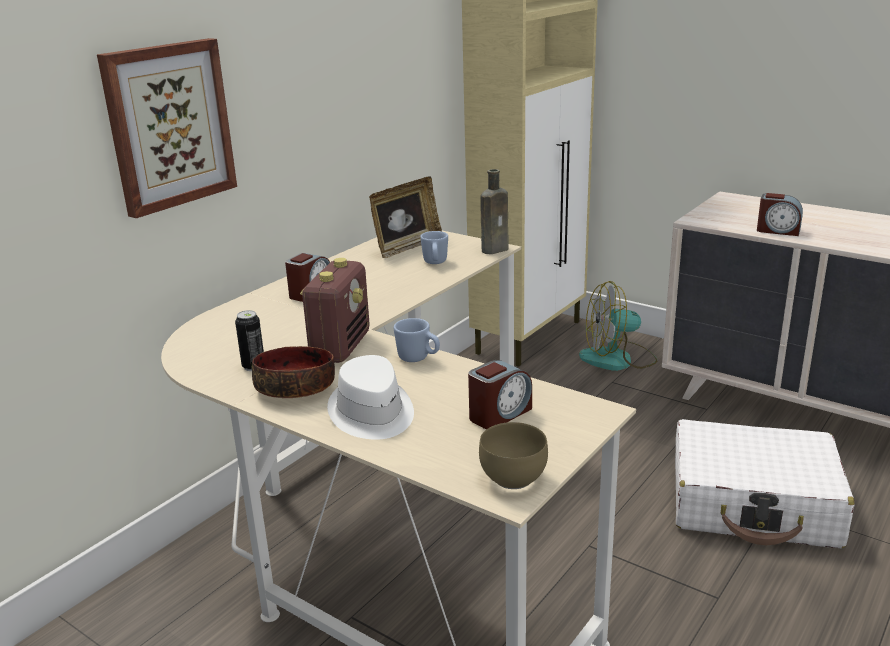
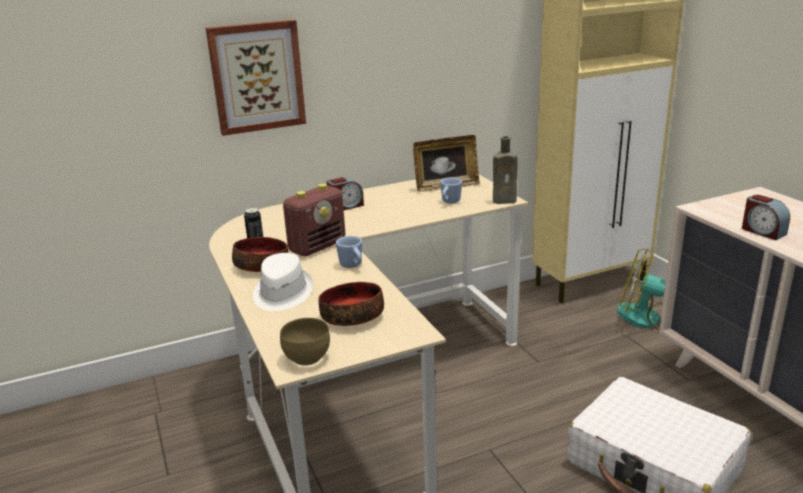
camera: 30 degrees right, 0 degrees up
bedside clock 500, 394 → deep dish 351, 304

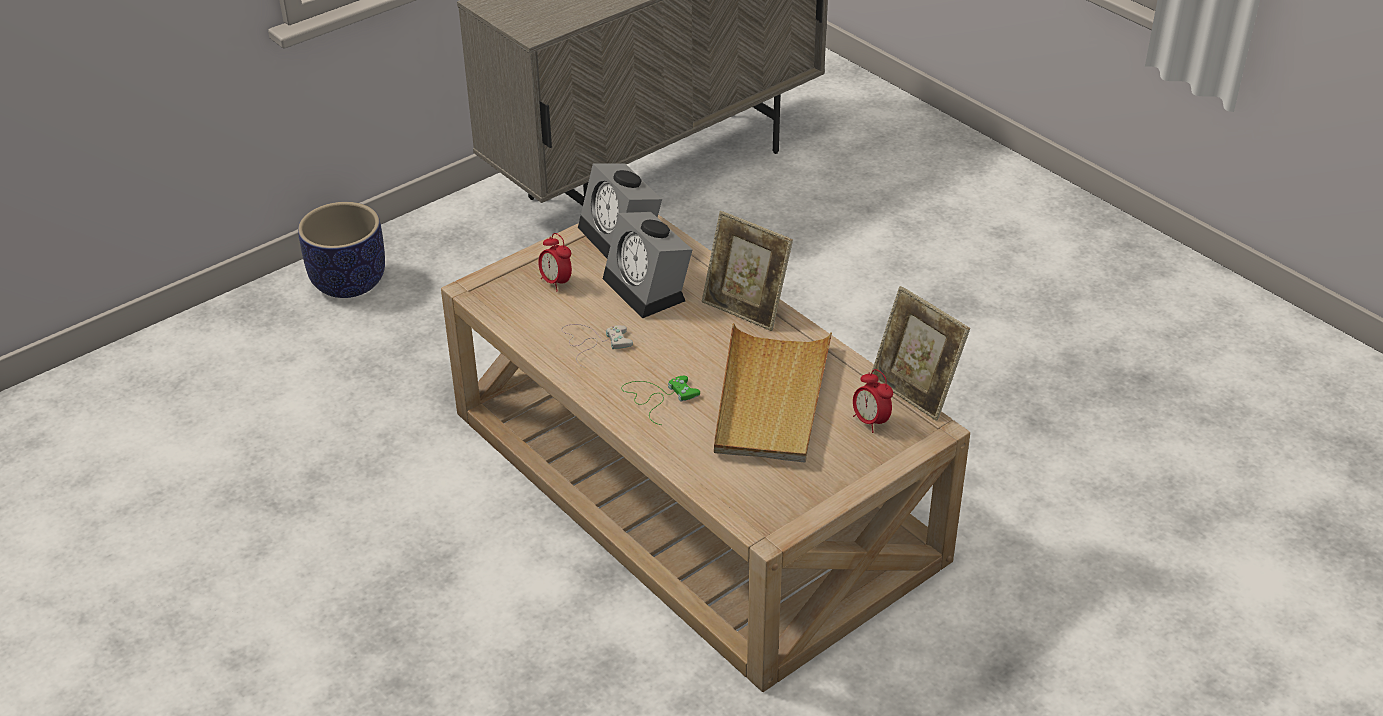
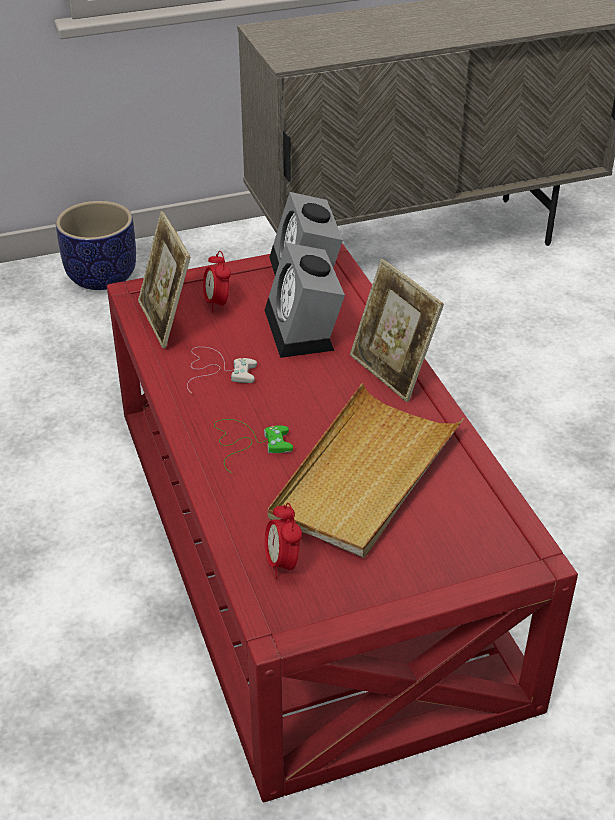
camera: 20 degrees right, 0 degrees up
beige lounge table 705, 453 → red-coloured lounge table 342, 522
picture frame 920, 353 → picture frame 164, 279, shifted
bedside clock 873, 401 → bedside clock 283, 541, shifted

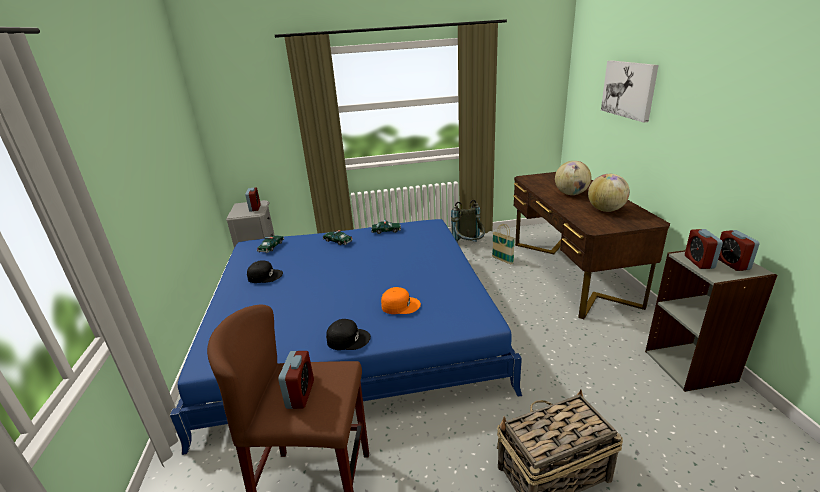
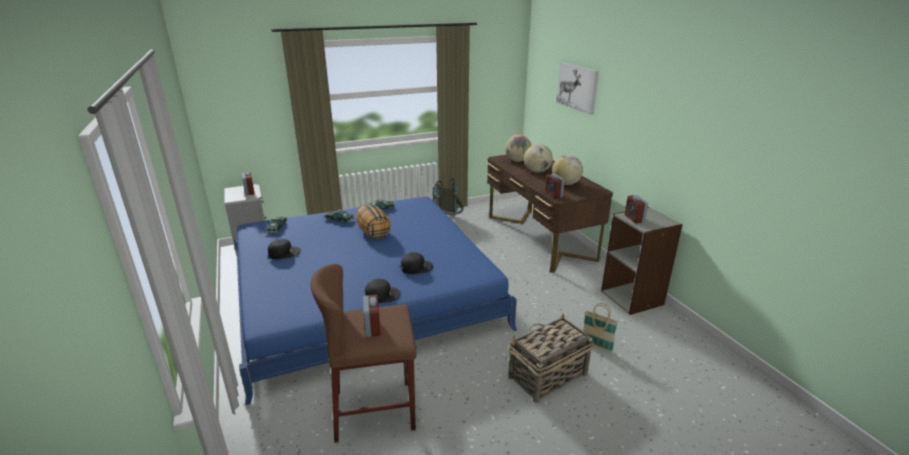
camera: 15 degrees left, 0 degrees up
storage basket 503, 244 → storage basket 600, 328, shifted
bedside clock 739, 250 → bedside clock 555, 186, shifted
orangey peaked cap 401, 300 → black-coloured peaked cap 417, 263
- → desk globe 518, 148
- → throw pillow 373, 221

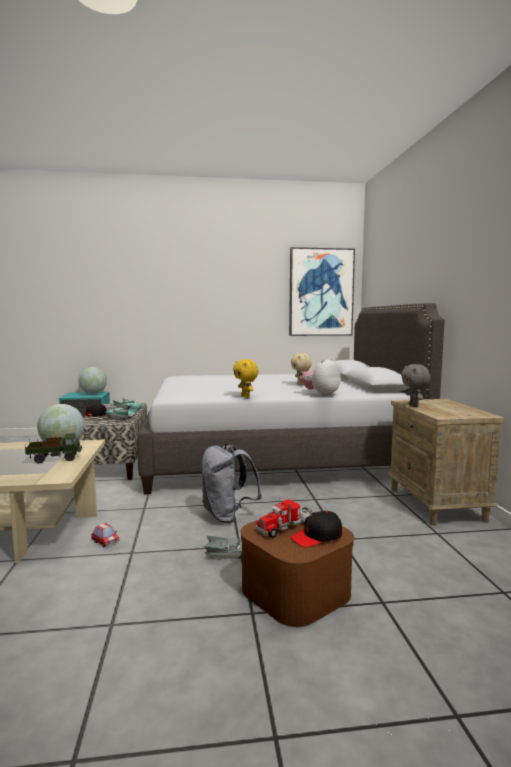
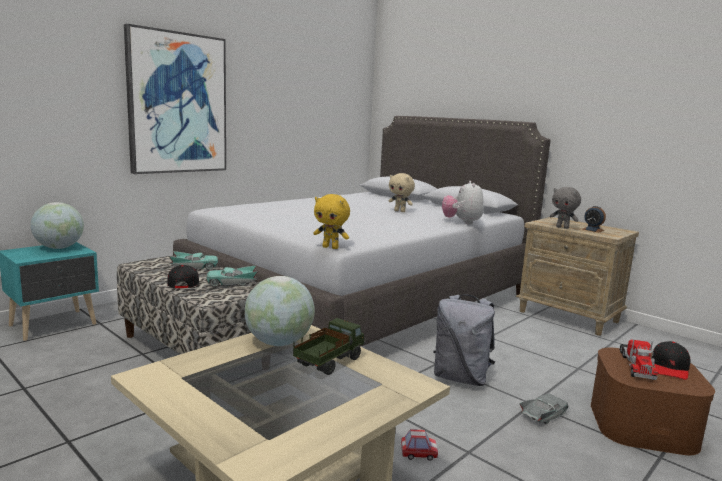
camera: 40 degrees left, 5 degrees up
wall art 322, 291 → wall art 175, 99, shifted
yellow-coloured plush toy 246, 378 → yellow-coloured plush toy 331, 221, shifted
- → bedside clock 594, 219

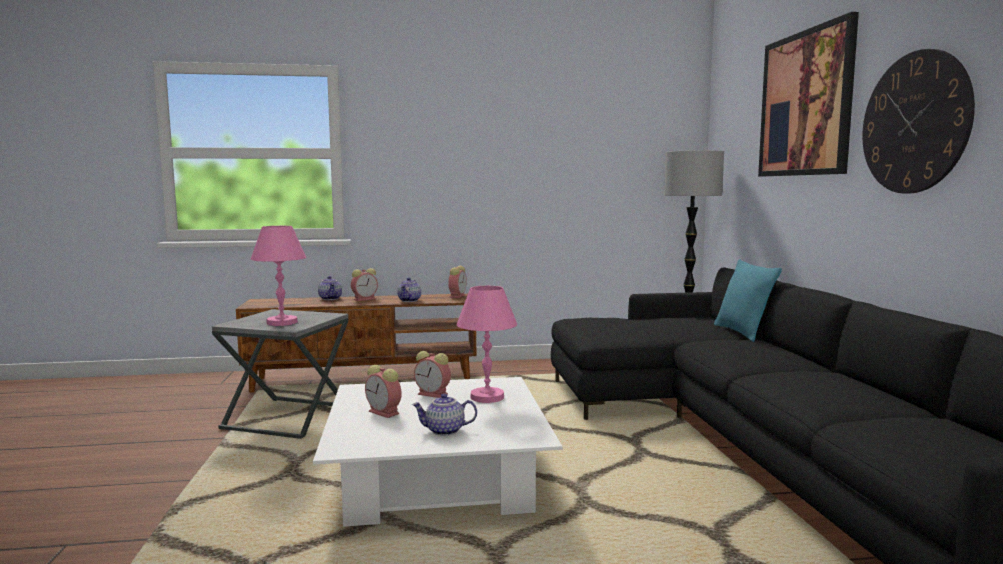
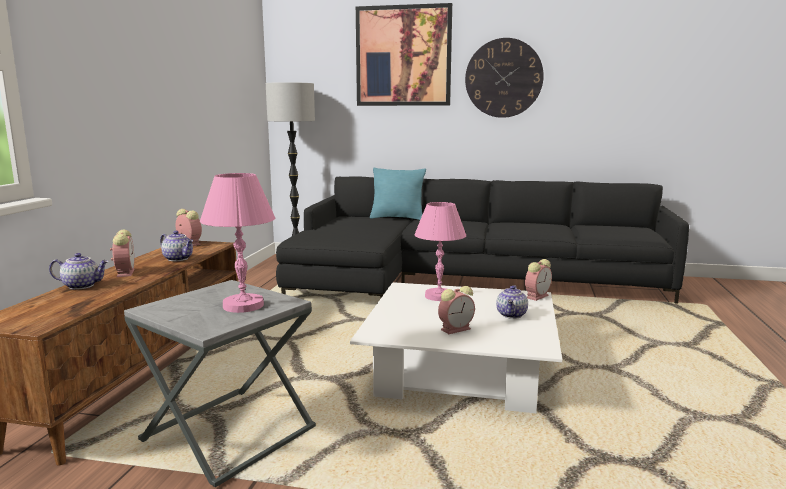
camera: 70 degrees left, 5 degrees up
bedside clock 432, 374 → bedside clock 538, 280, shifted

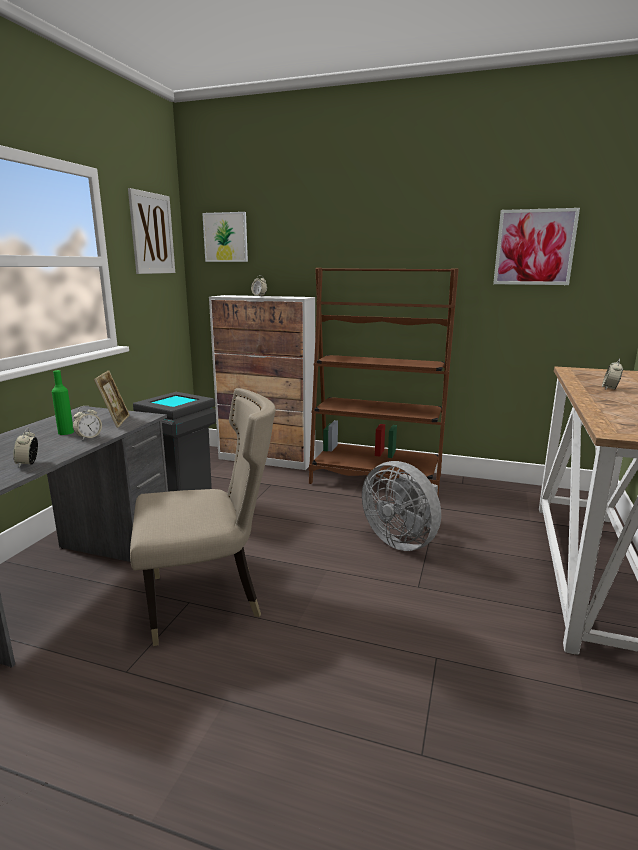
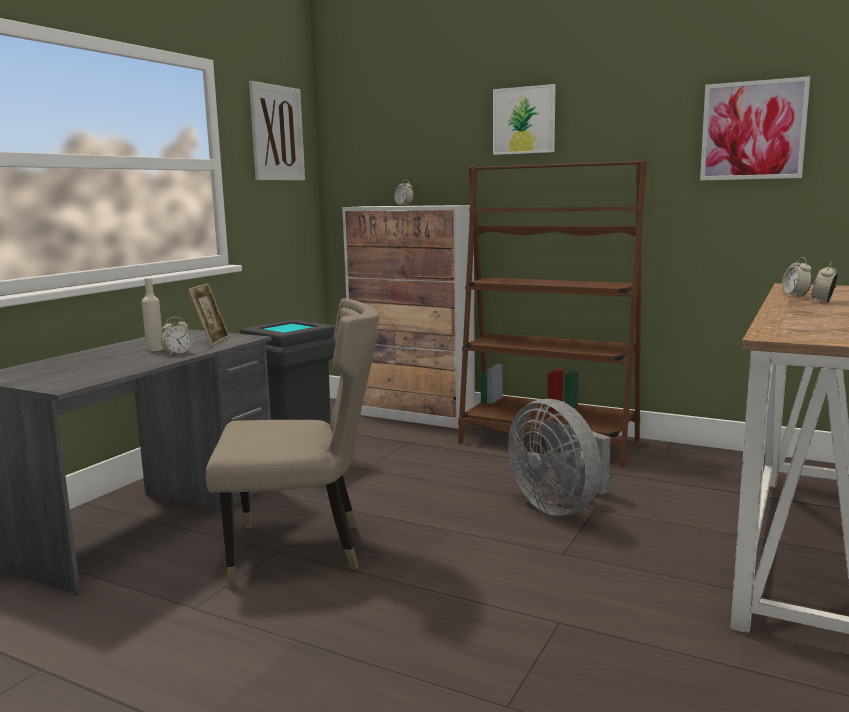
camera: 10 degrees right, 5 degrees down
wall art 225, 237 → wall art 524, 119, shifted
green drink bottle 63, 402 → beige drink bottle 153, 314
bedside clock 25, 447 → bedside clock 797, 277, shifted

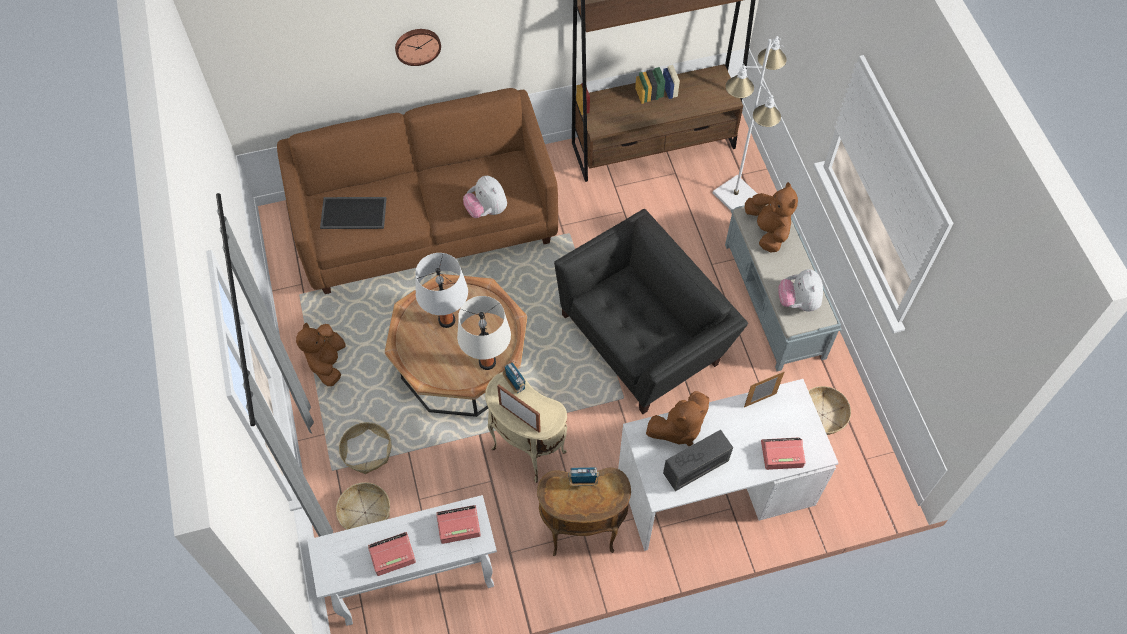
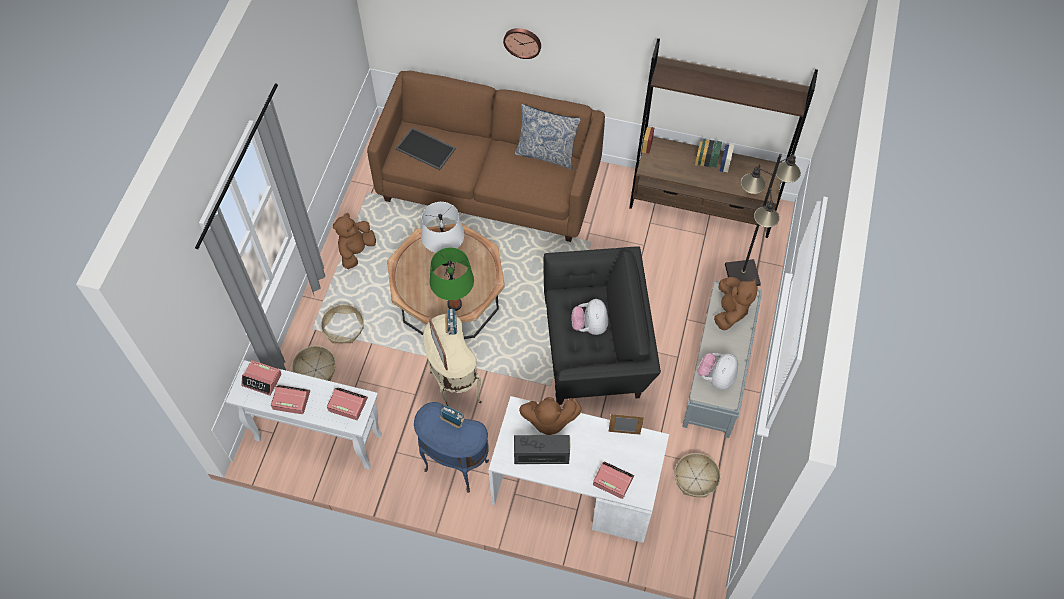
camera: 30 degrees right, 0 degrees up
whitish floor lamp 750, 123 → black-coloured floor lamp 763, 219
plush toy 485, 197 → plush toy 589, 317, shifted
whitish lamp for a table 484, 333 → green lamp for a table 452, 279
brownish accent table 584, 511 → bluish accent table 451, 447
- → throw pillow 548, 137
- → bedside clock 261, 378

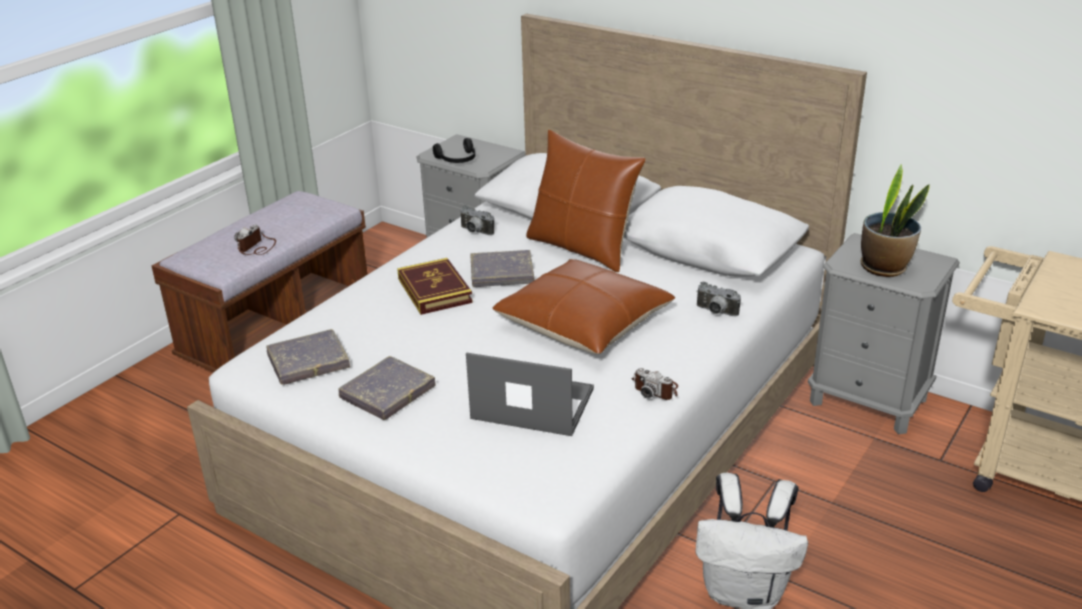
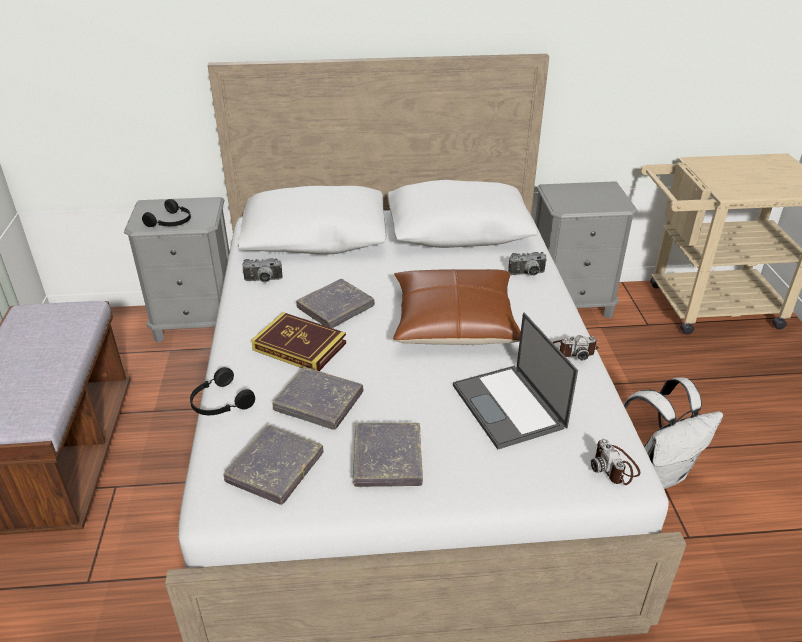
camera: 40 degrees left, 5 degrees up
brownish throw pillow 586, 201 → -
plant in a pot 895, 221 → -
photo camera 255, 240 → photo camera 616, 462, shifted
laptop 530, 394 → laptop 515, 381, 90 degrees counterclockwise
- → black-coloured pair of headphones 222, 391
- → gray volume 317, 398

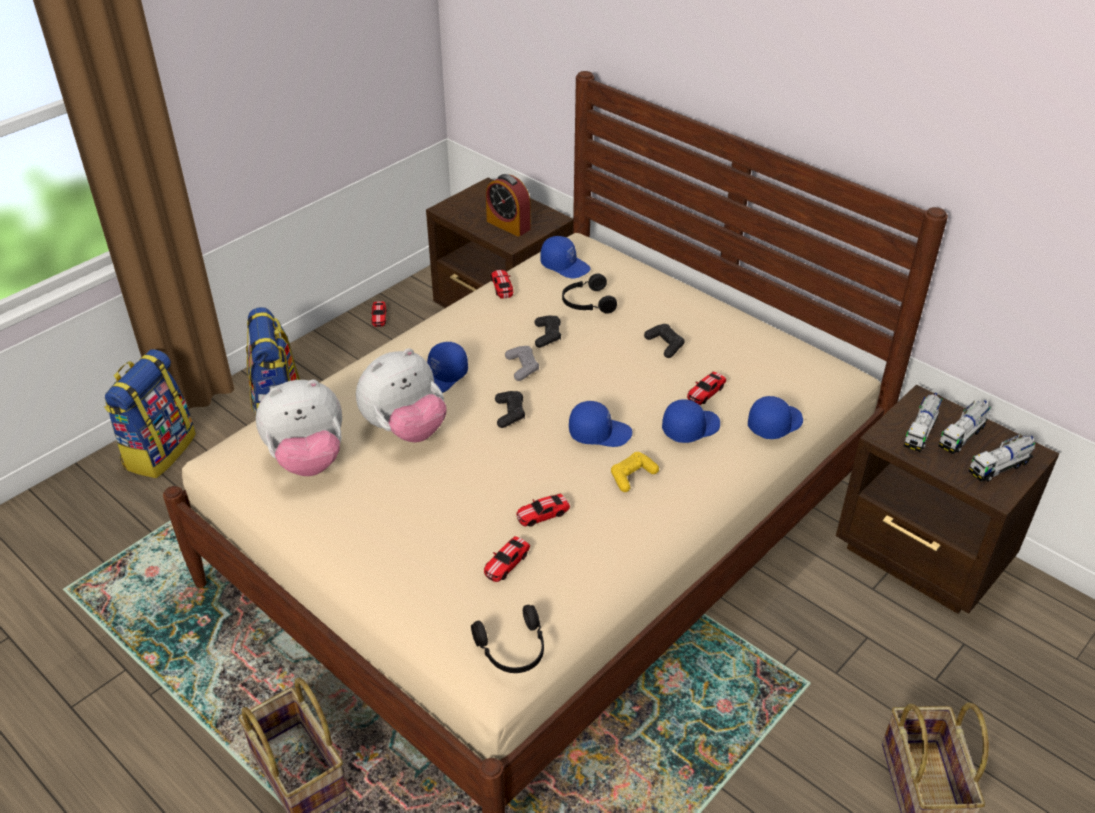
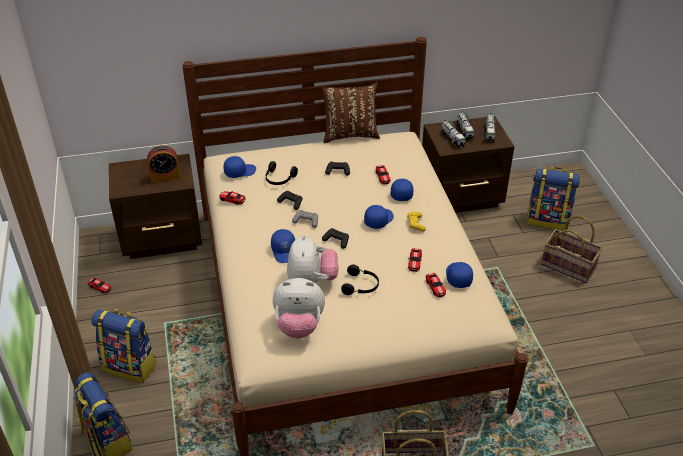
camera: 55 degrees left, 0 degrees up
plush toy 299, 427 → plush toy 299, 308, 75 degrees clockwise
bluish peaked cap 775, 417 → bluish peaked cap 459, 275, shifted
black-coloured pair of headphones 507, 639 → black-coloured pair of headphones 360, 279, shifted
- → brownish throw pillow 351, 112
- → backpack 553, 198

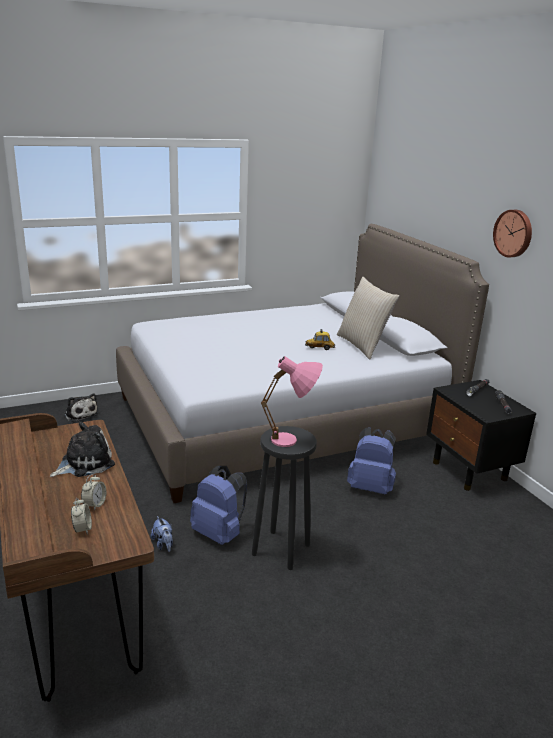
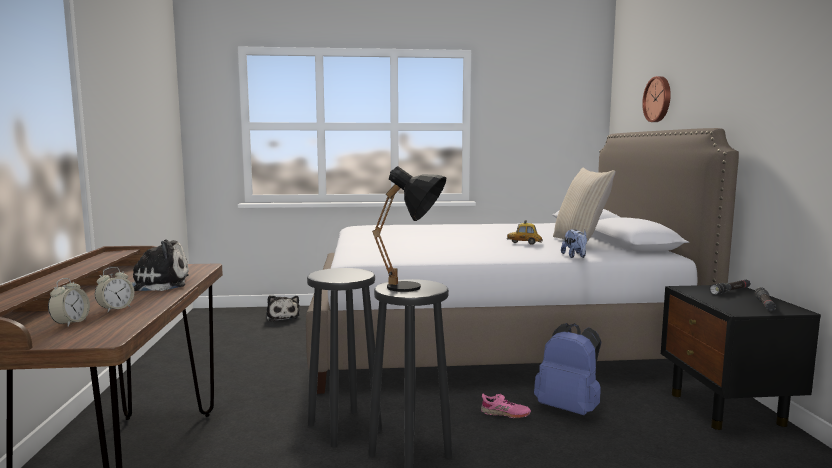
camera: 20 degrees right, 15 degrees down
hanging clock 512, 233 → hanging clock 656, 99, shifted
pinkish lamp for a table 292, 401 → black-coloured lamp for a table 409, 229
bluish backpack 218, 505 → black-coloured sitting stool 344, 357
plush toy 162, 534 → plush toy 574, 243, shifted
- → pinkish low shoe 506, 406

